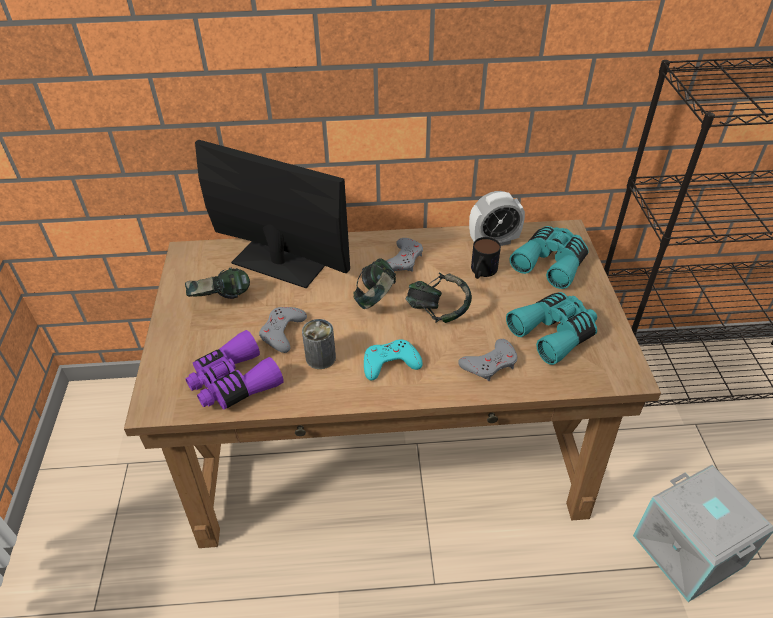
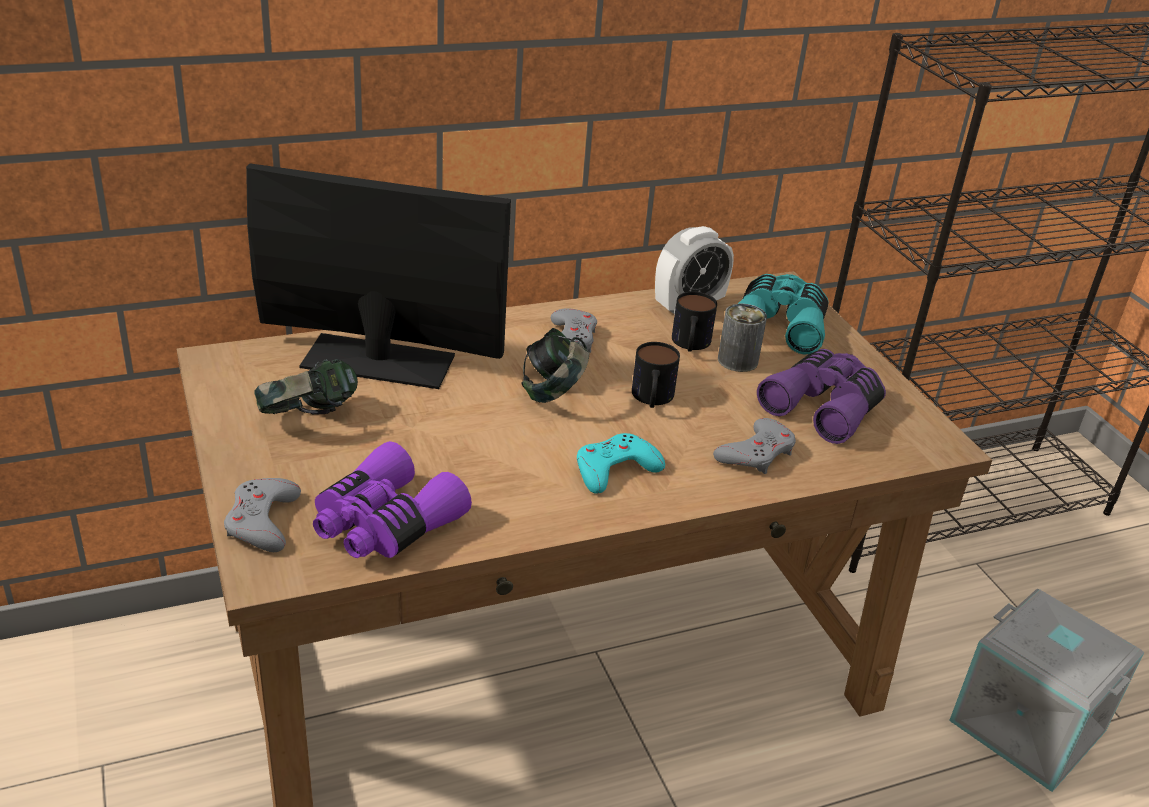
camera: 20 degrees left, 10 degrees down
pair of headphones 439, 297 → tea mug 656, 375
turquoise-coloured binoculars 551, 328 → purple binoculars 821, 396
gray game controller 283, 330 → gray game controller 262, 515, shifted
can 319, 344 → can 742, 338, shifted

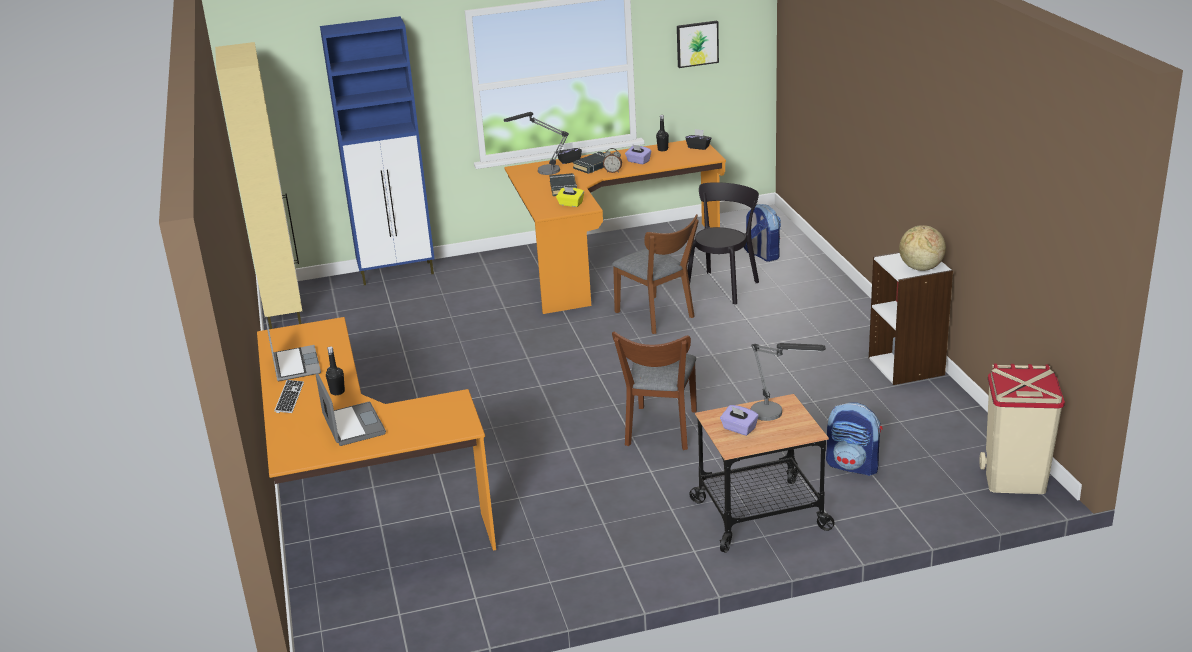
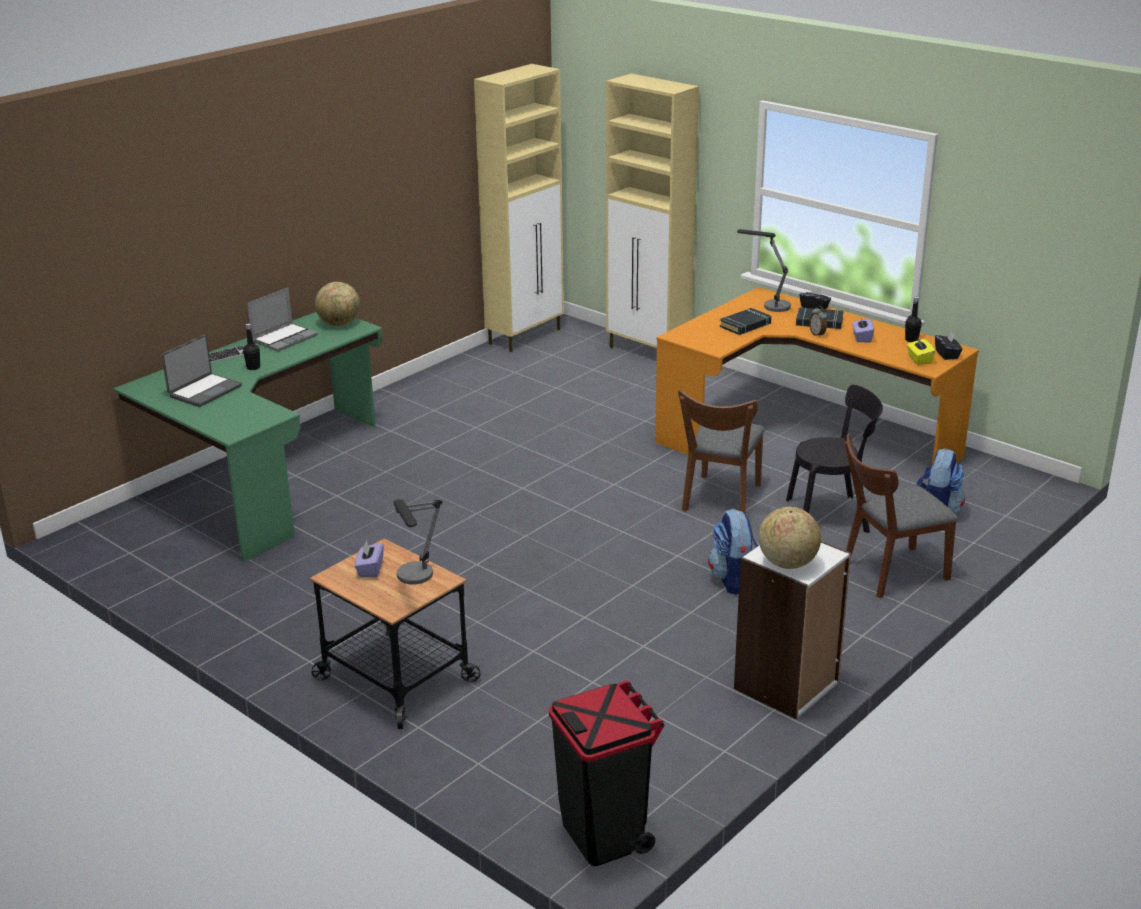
camera: 55 degrees right, 0 degrees up
bluish cupboard 377, 150 → beige cupboard 652, 210
wall art 698, 44 → -
yellow-coloured box of tissues 570, 197 → yellow-coloured box of tissues 921, 351, shifted
orangey desk unit 376, 434 → green desk unit 247, 437
brownish chair 654, 391 → brownish chair 901, 516, shifted
beige trash can 1022, 428 → black-coloured trash can 606, 773
backpack 854, 439 → backpack 733, 552, shifted
- → desk globe 337, 304

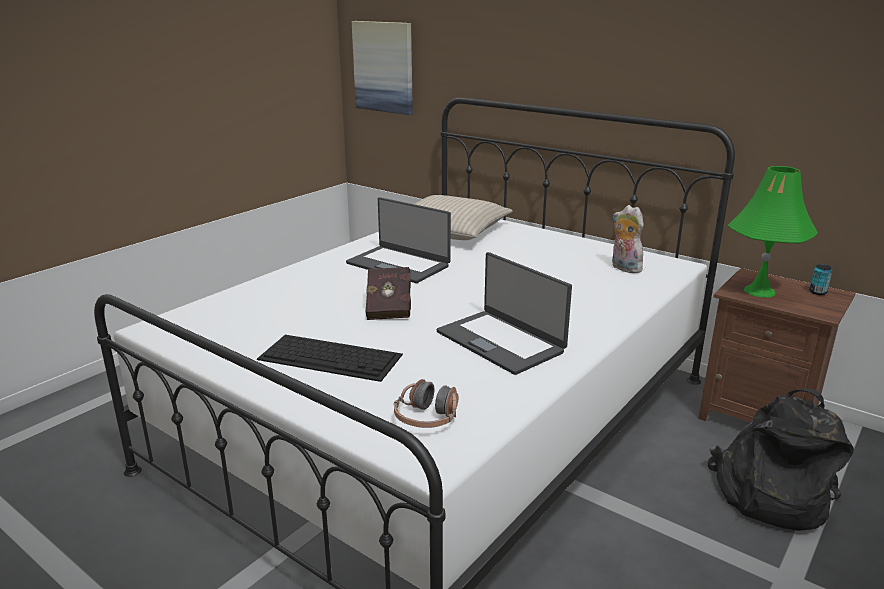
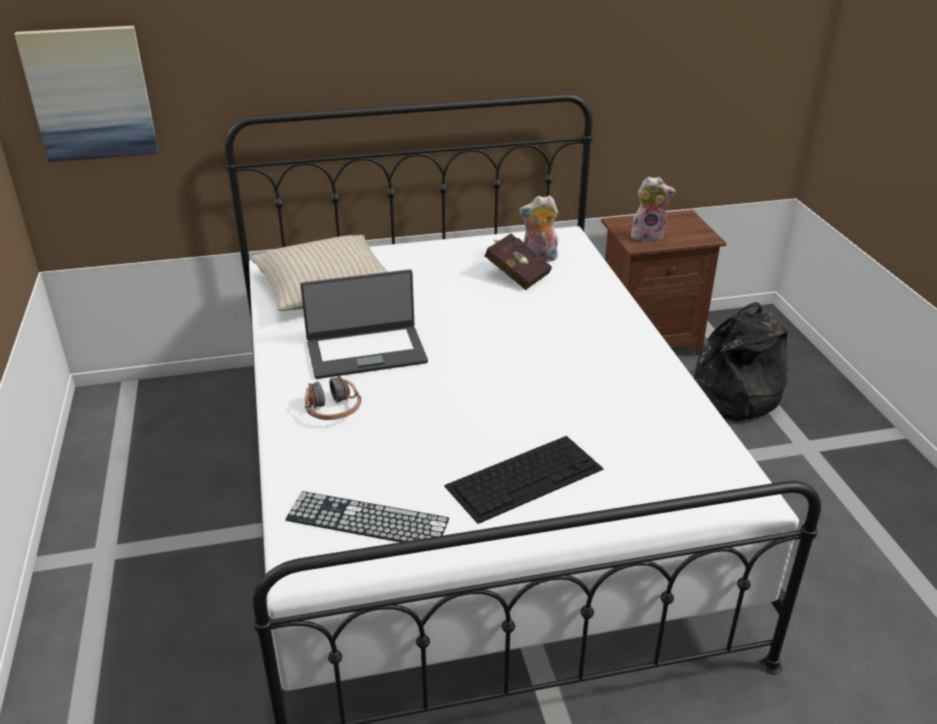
camera: 50 degrees left, 10 degrees up
green lamp for a table 773, 232 → plush toy 653, 209
laptop 504, 313 → -
can 820, 279 → -
red-coloured volume 388, 293 → red-coloured volume 518, 262, shifted
pair of headphones 426, 403 → pair of headphones 333, 398, shifted
- → keyboard 367, 516

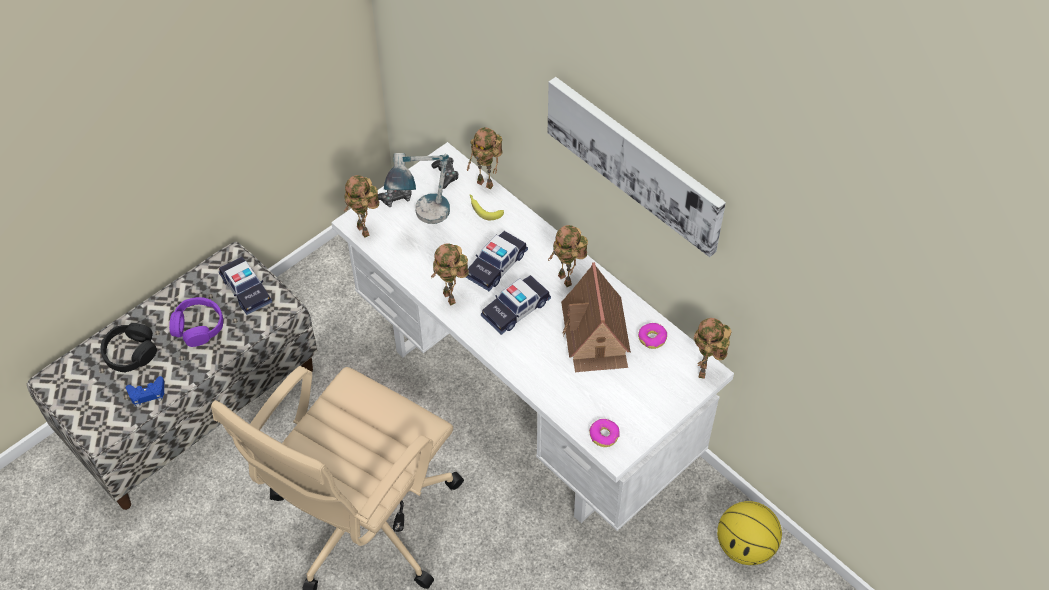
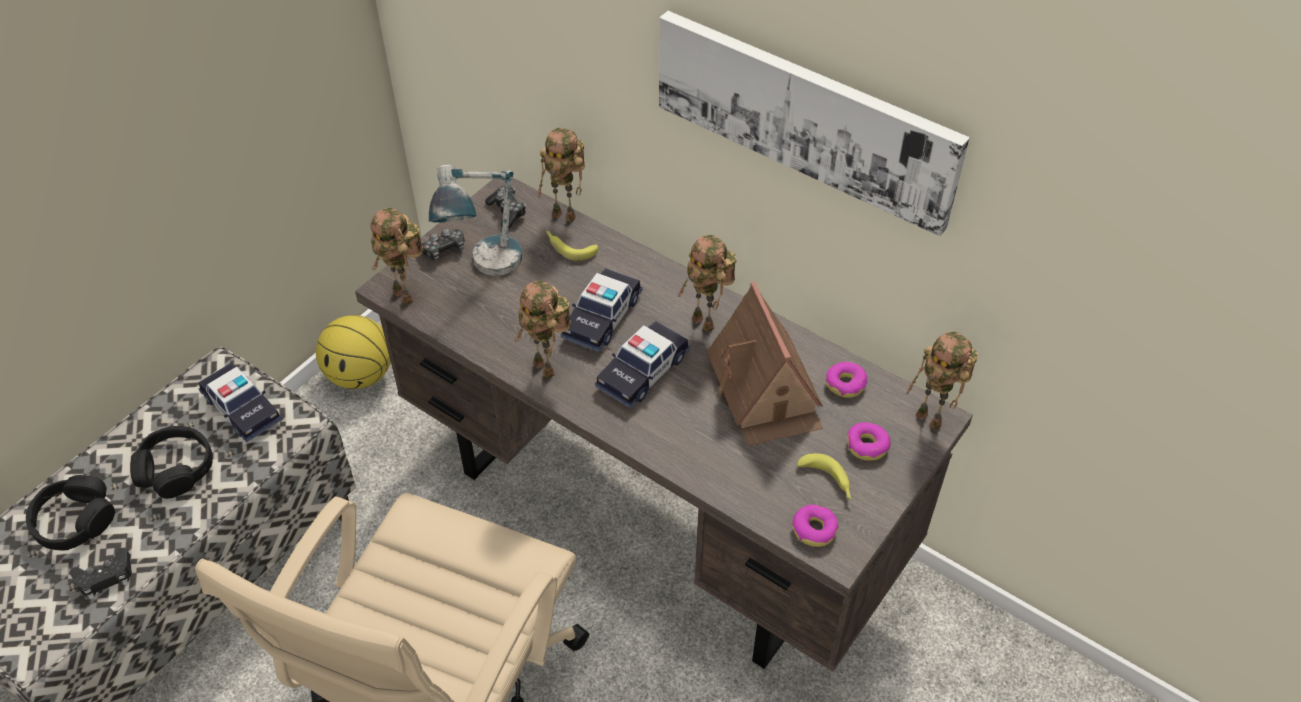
camera: 10 degrees left, 5 degrees down
whitish desk unit 532, 336 → brownish desk unit 664, 424
purple pair of headphones 196, 322 → black-coloured pair of headphones 171, 462
robot figure 712, 348 → robot figure 942, 381, 45 degrees counterclockwise
bluish game controller 145, 391 → black-coloured game controller 100, 574
ball for basketball 749, 533 → ball for basketball 353, 352, shifted
- → ring doughnut 869, 441
- → banana 824, 476

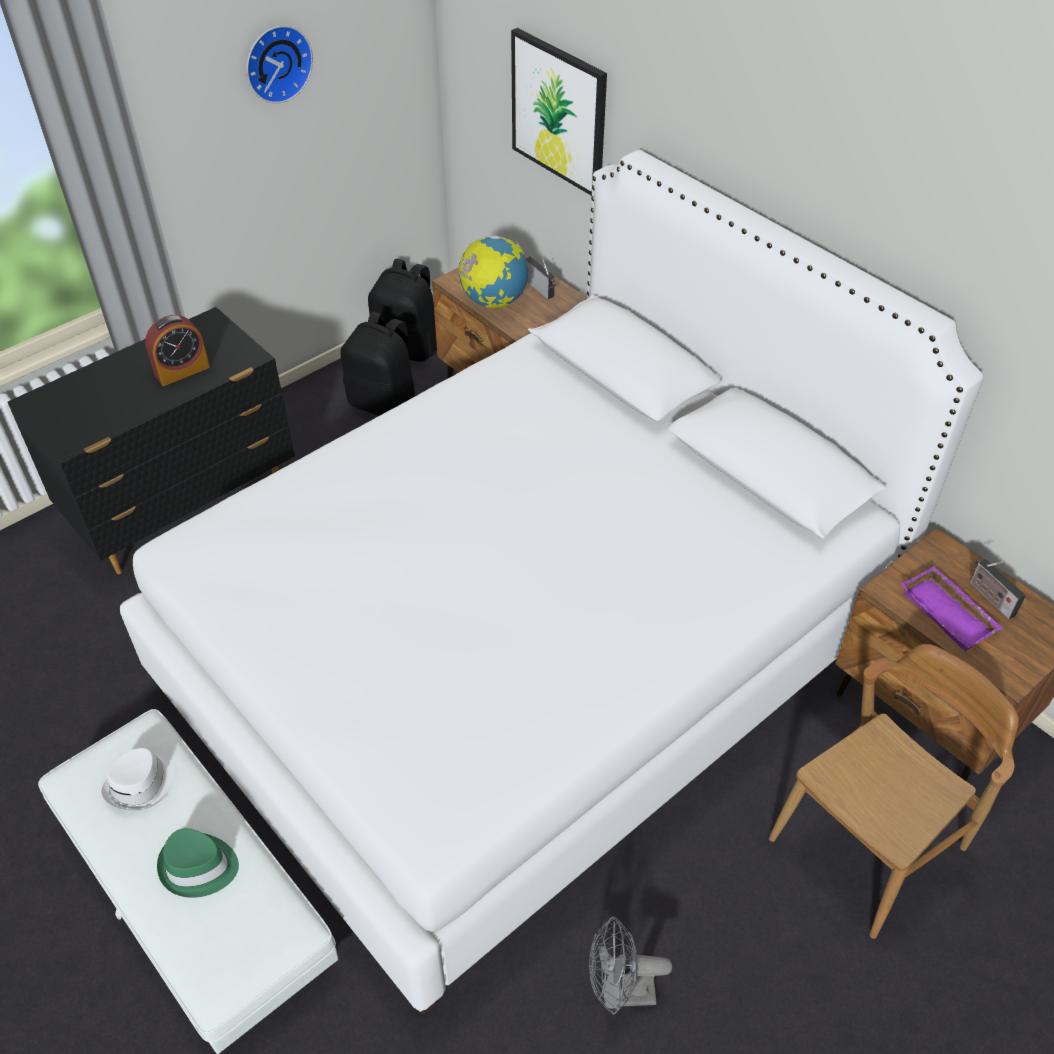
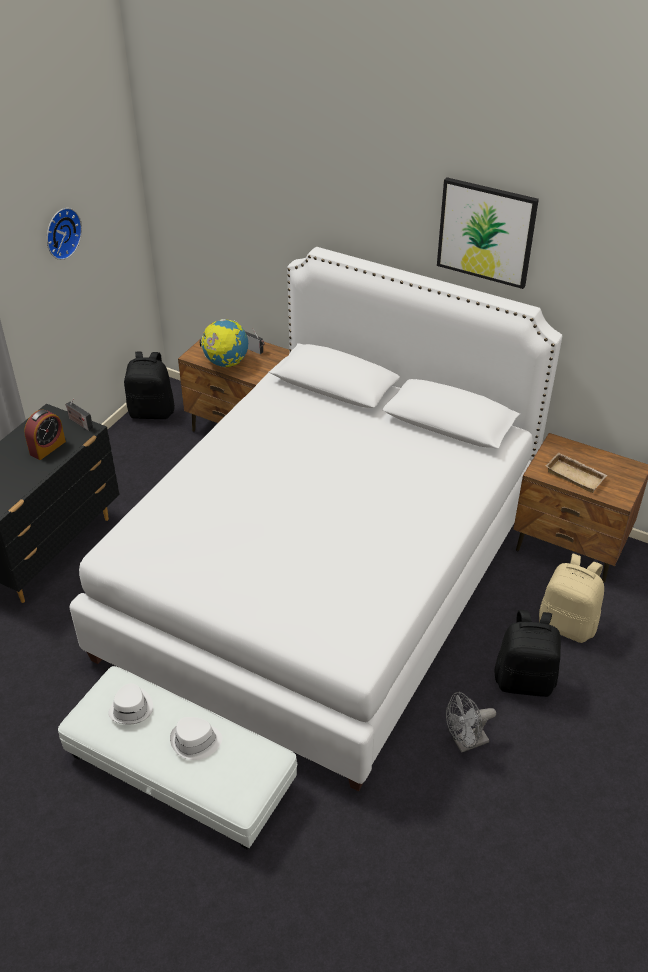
camera: 20 degrees left, 5 degrees down
wall art 559, 112 → wall art 488, 233, shifted
black-coloured backpack 379, 364 → black-coloured backpack 528, 653, shifted
radio set 998, 589 → radio set 79, 415, shifted
purple serving tray 952, 608 → beige serving tray 577, 472
brownish chair 894, 791 → beige backpack 571, 598
green wearable hat 198, 863 → whitish wearable hat 196, 738

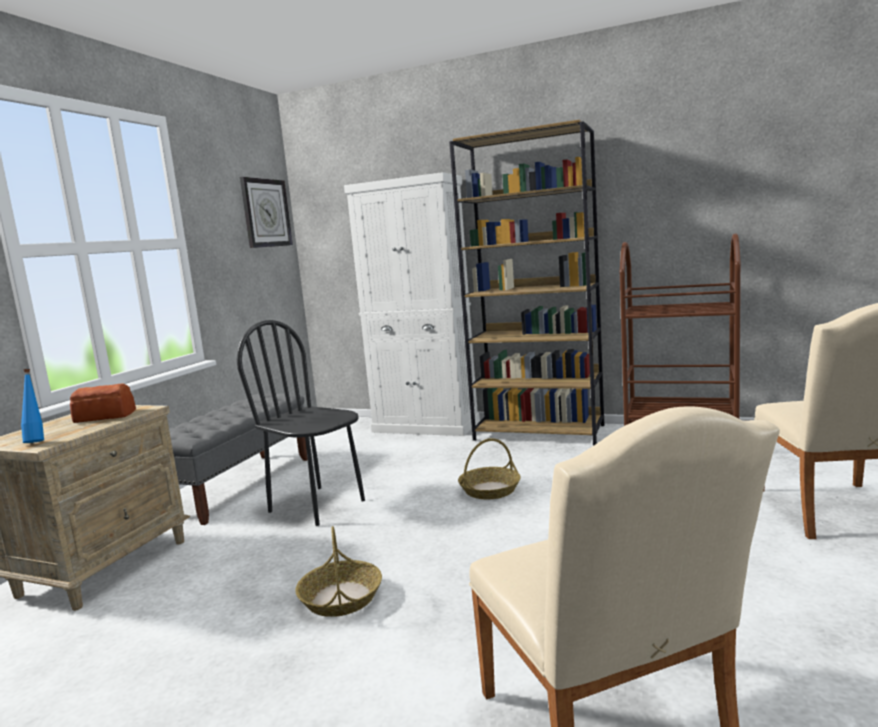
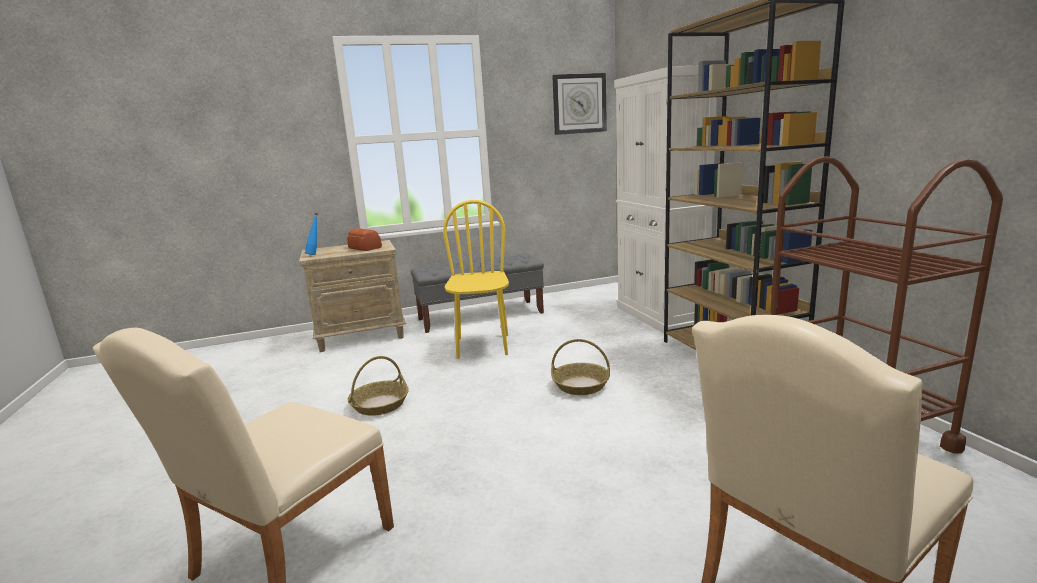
camera: 50 degrees right, 5 degrees up
black-coloured chair 301, 423 → yellow-coloured chair 476, 279

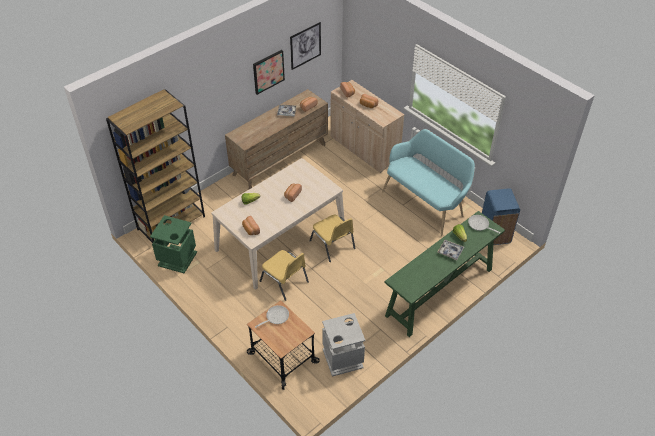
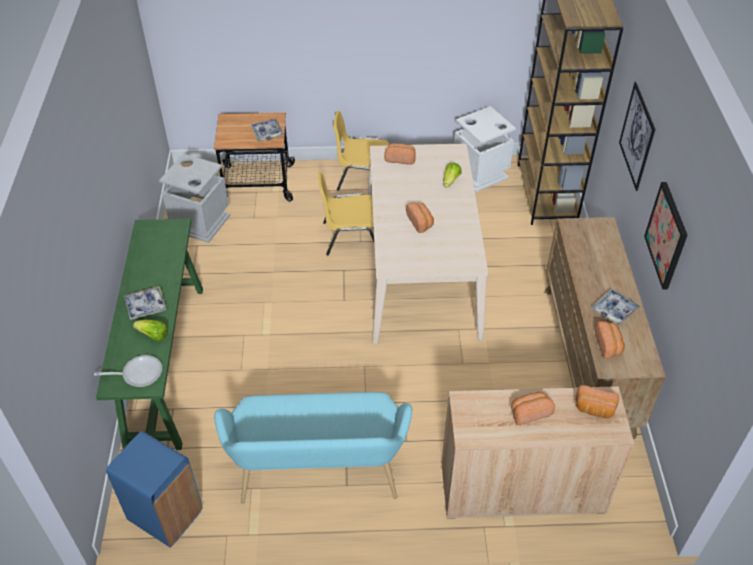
camera: 130 degrees right, 0 degrees up
wall art 305, 46 → wall art 637, 136, shifted
yellow-coloured chair 332, 238 → yellow-coloured chair 361, 151, shifted
green trash can 173, 244 → whitish trash can 485, 149
pan 272, 316 → serving tray 267, 130

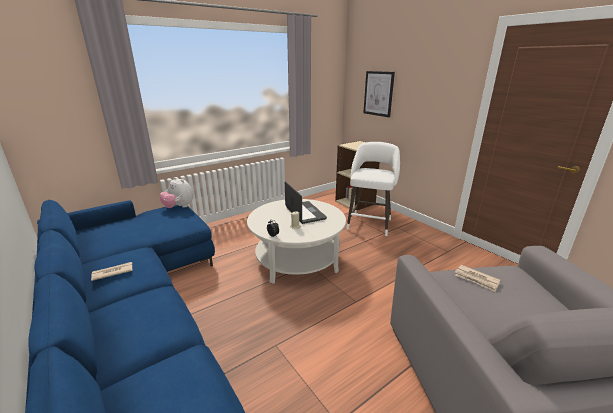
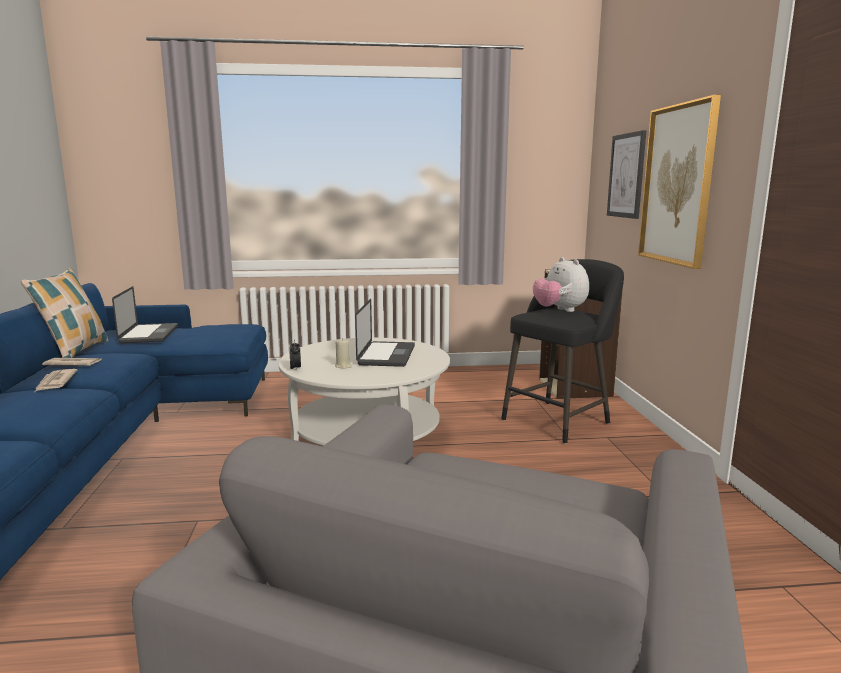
camera: 30 degrees right, 10 degrees down
whitish sitting stool 373, 189 → black-coloured sitting stool 562, 351
plush toy 176, 192 → plush toy 561, 284, shifted
printed paper 477, 278 → printed paper 56, 380, shifted
- → wall art 679, 182
- → throw pillow 64, 313
- → laptop 145, 314

